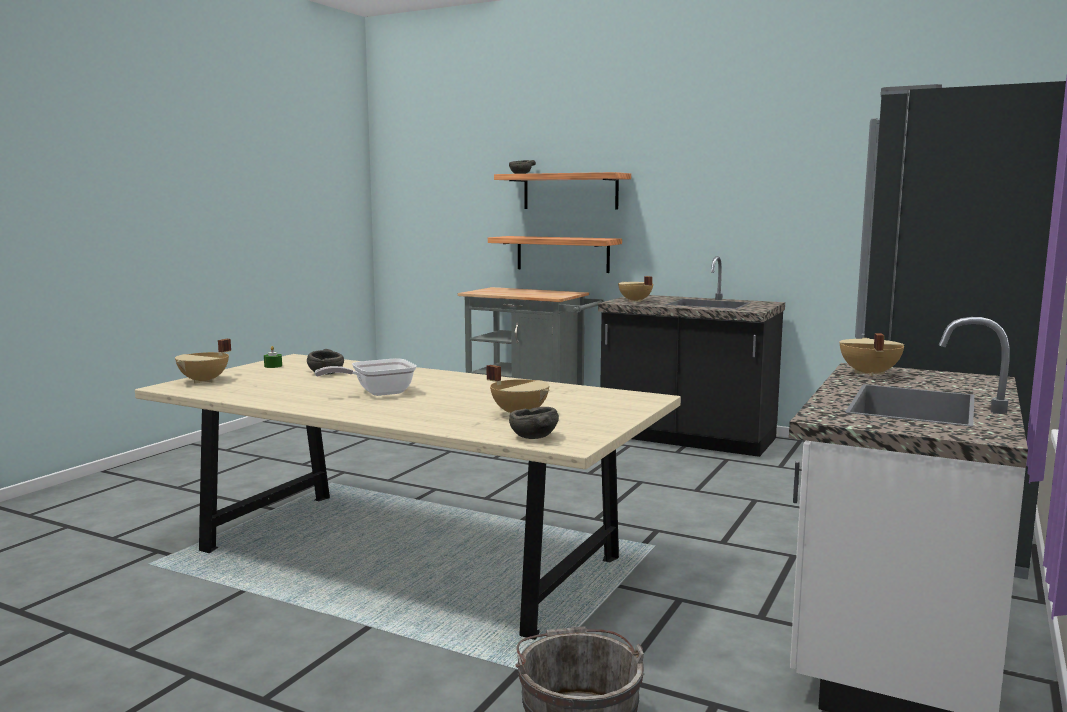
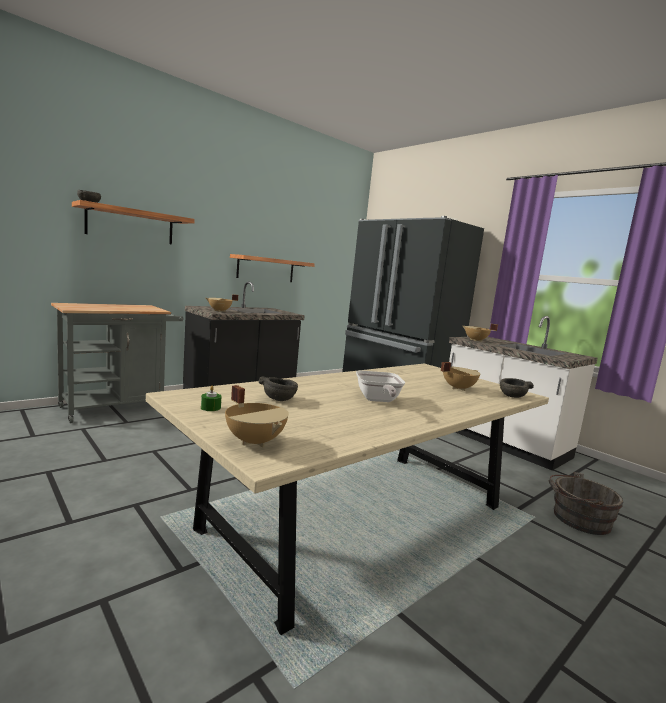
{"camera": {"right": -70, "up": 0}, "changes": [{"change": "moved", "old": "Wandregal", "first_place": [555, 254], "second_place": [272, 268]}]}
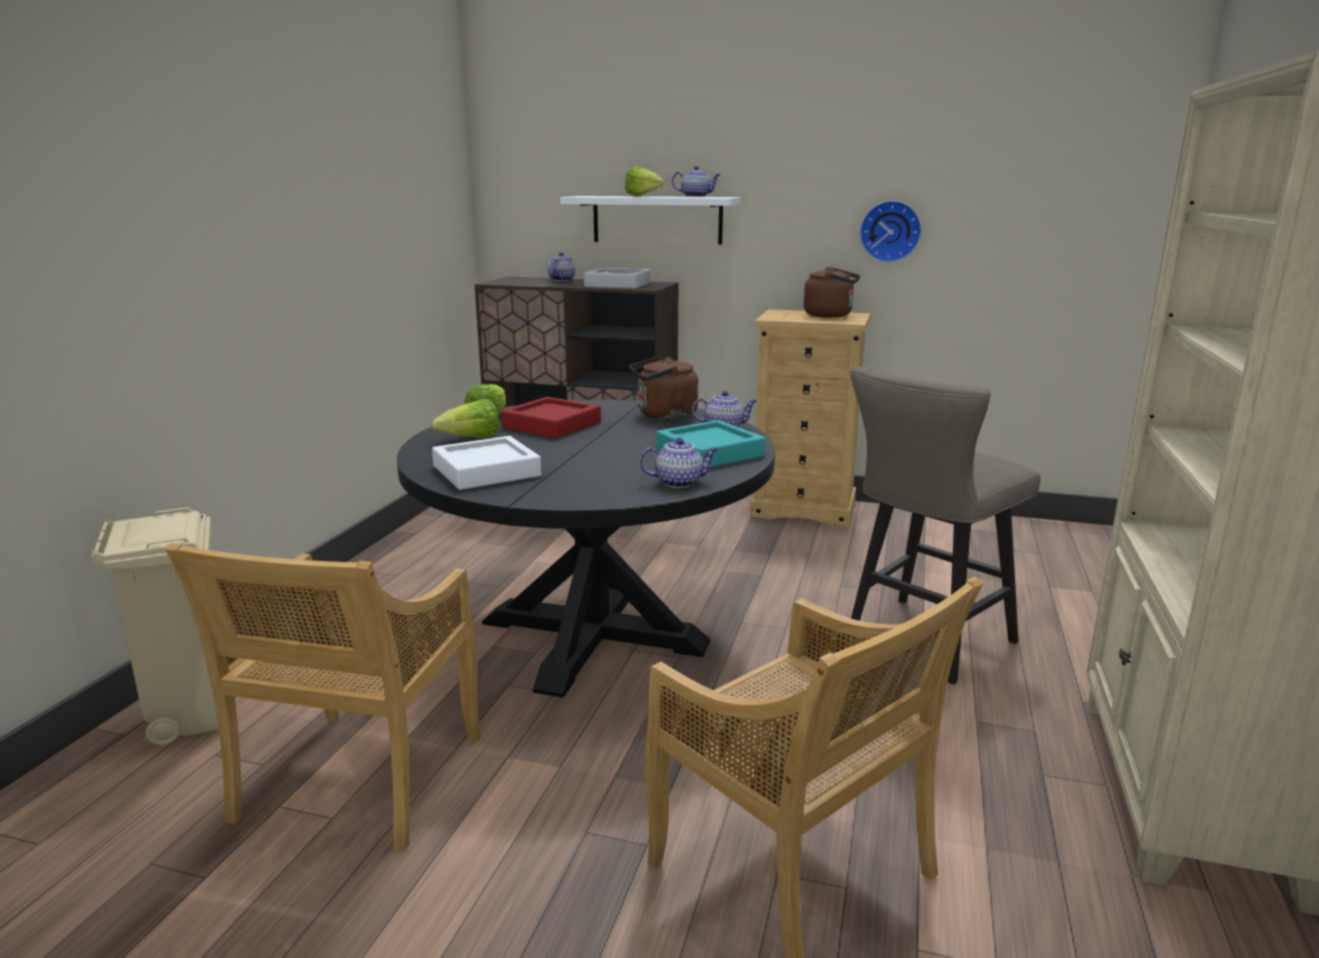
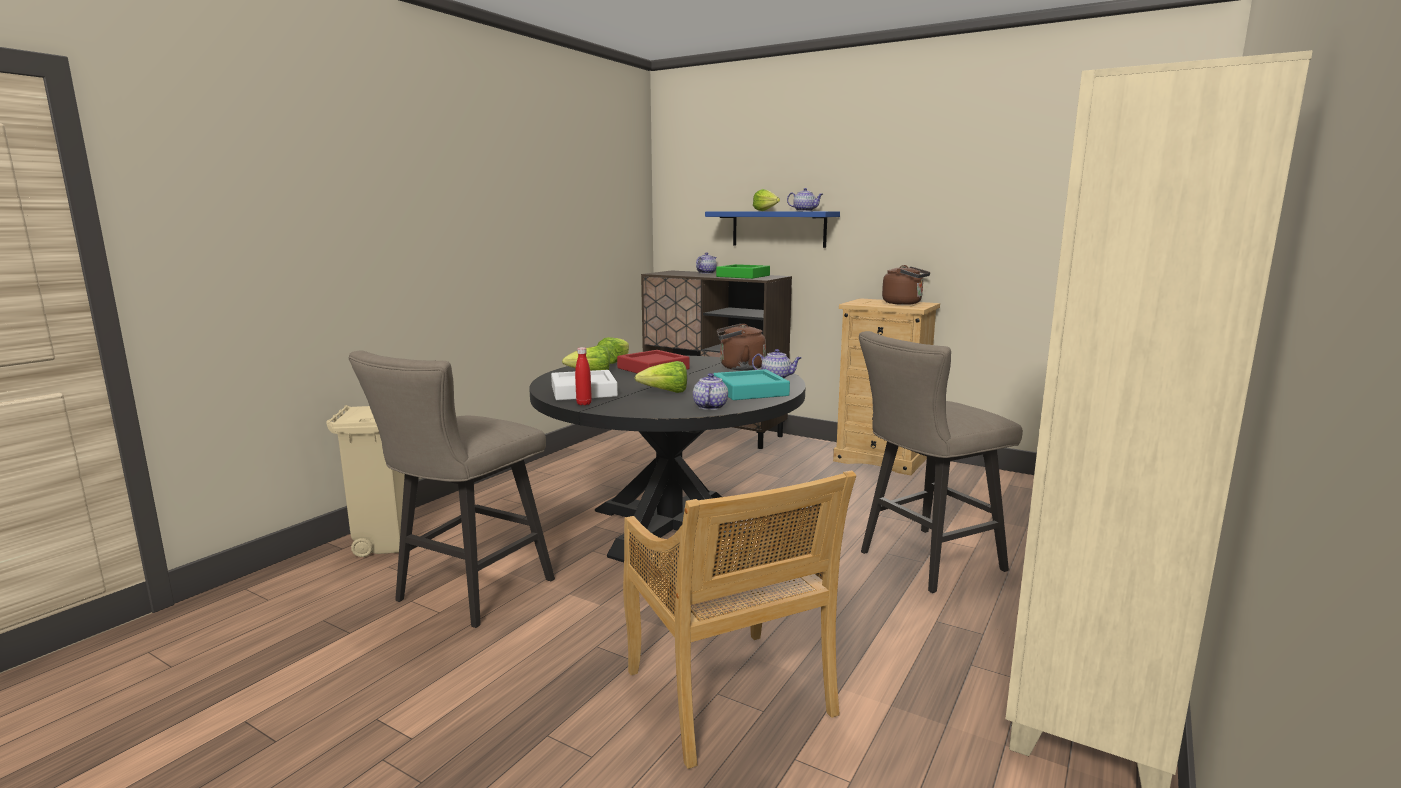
{"camera": {"right": 15, "up": -5}, "changes": [{"change": "removed", "old": "Wanduhr", "first_place": [891, 231]}, {"change": "added", "new": "Flasche (rot)", "second_place": [583, 376]}, {"change": "added", "new": "Salatkopf", "second_place": [661, 377]}, {"change": "replaced", "old": "Stuhl (beige)", "new": "Hocker (beige)", "first_place": [323, 697], "second_place": [452, 489]}, {"change": "recoloured", "old": "Wandregal (weiß)", "new": "Wandregal (blau)", "first_place": [650, 220], "second_place": [772, 229]}, {"change": "recoloured", "old": "Tablett (grau)", "new": "Tablett (grün)", "first_place": [617, 278], "second_place": [743, 271]}, {"change": "turned", "old": "Teekanne", "first_place": [679, 463], "second_place": [710, 391], "degrees": -90}]}
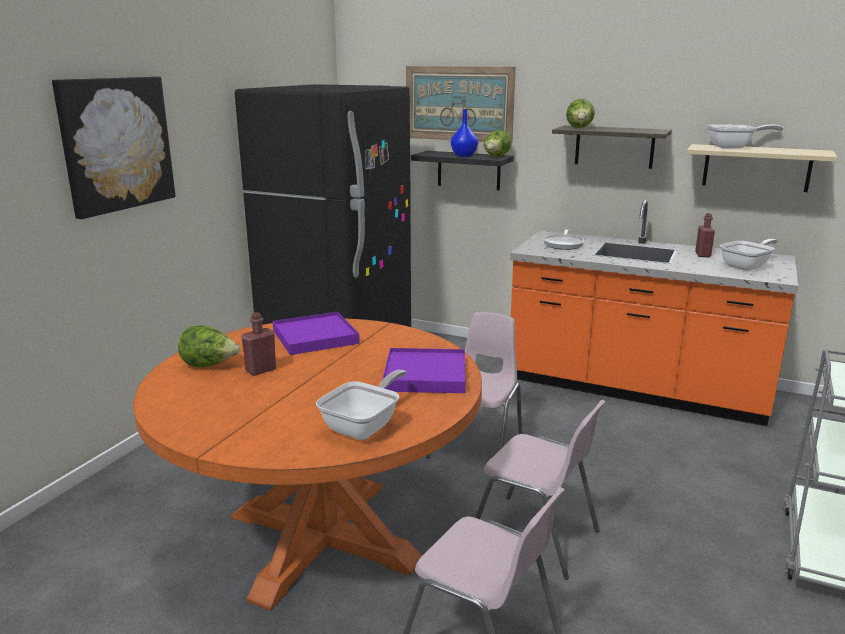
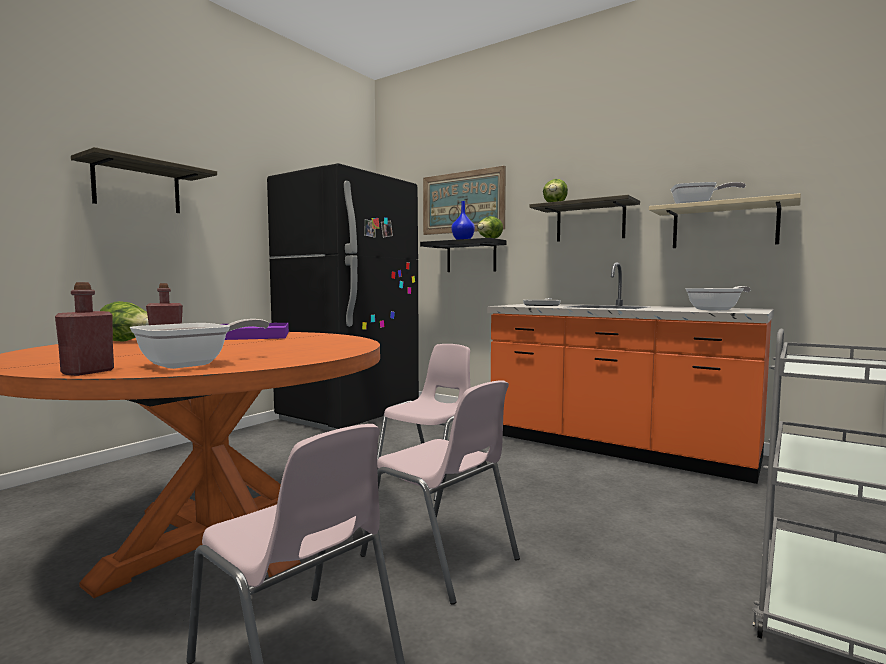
{"camera": {"right": 10, "up": -15}, "changes": [{"change": "removed", "old": "Tablett (lila)", "first_place": [424, 370]}, {"change": "moved", "old": "Flasche (rot)", "first_place": [705, 235], "second_place": [84, 329]}, {"change": "replaced", "old": "Bild", "new": "Wandregal", "first_place": [114, 148], "second_place": [144, 180]}]}
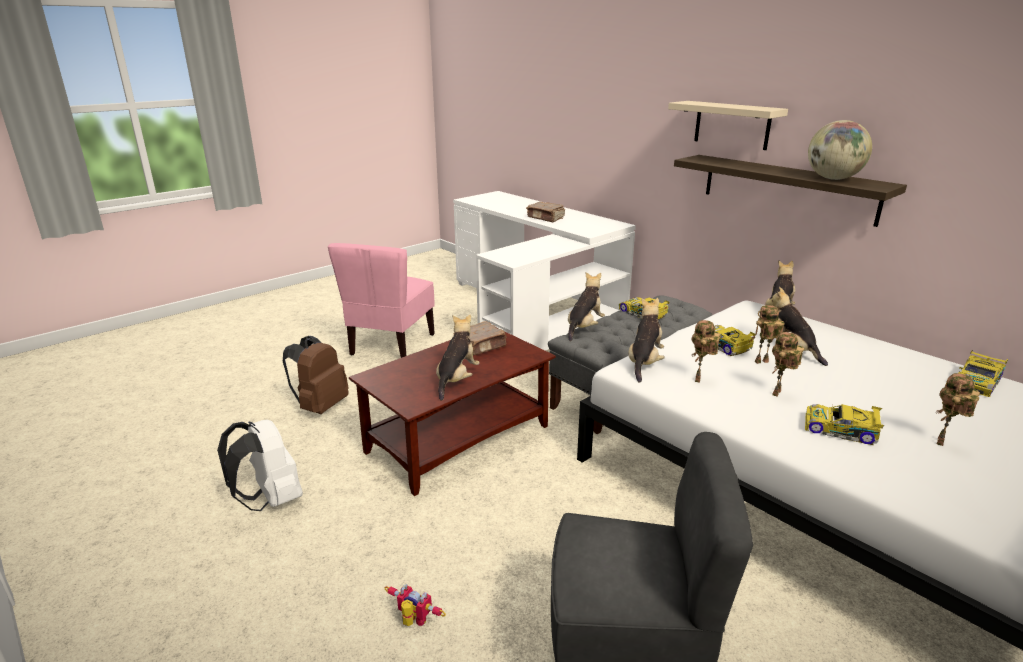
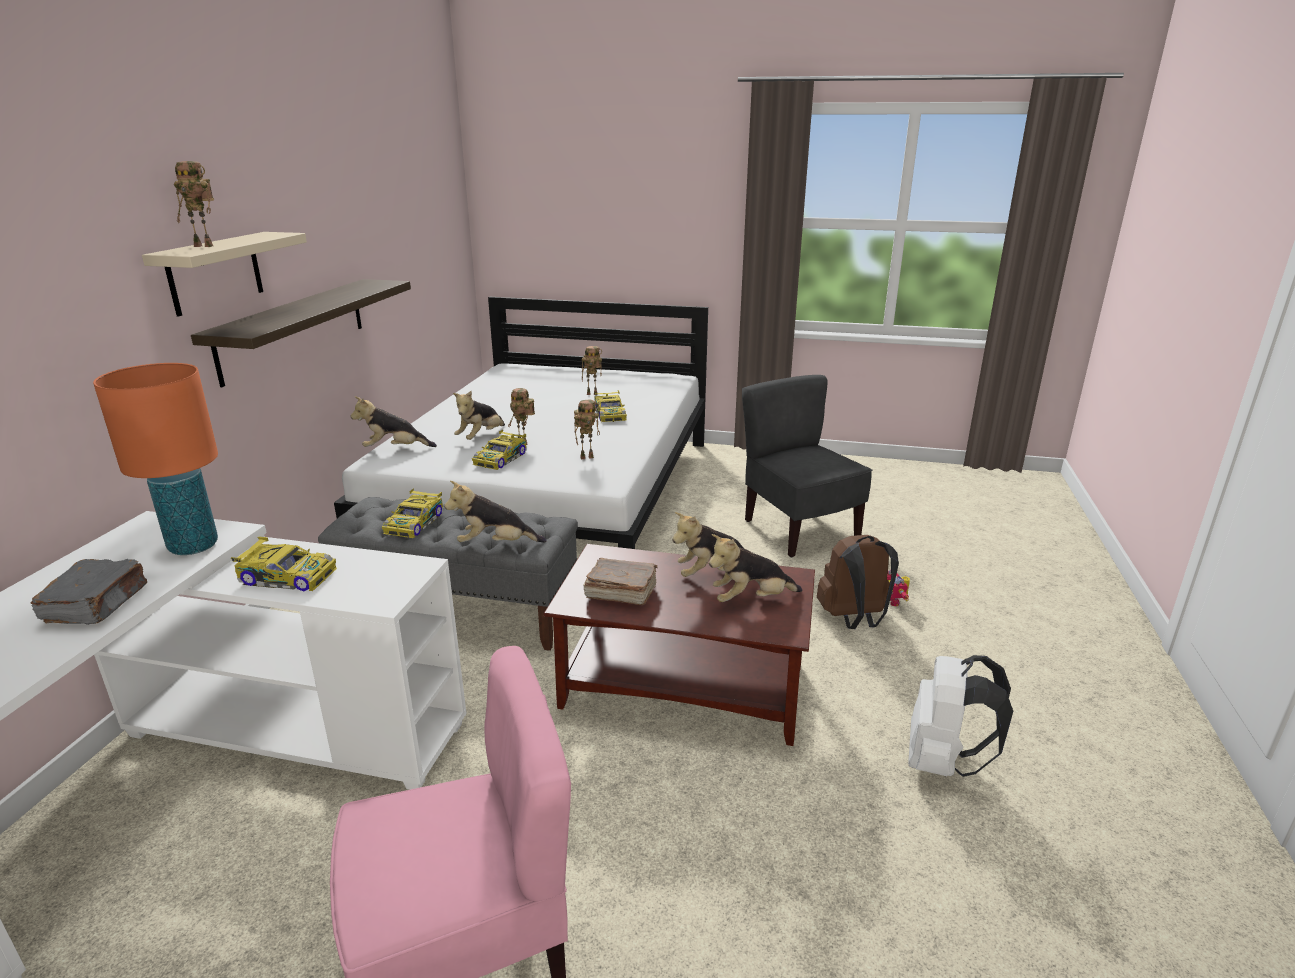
{"camera": {"right": -125, "up": 0}, "changes": [{"change": "removed", "old": "Globus", "first_place": [840, 150]}, {"change": "added", "new": "Tischlampe (orange)", "second_place": [155, 459]}, {"change": "moved", "old": "Rucksack (braun)", "first_place": [316, 375], "second_place": [858, 582]}, {"change": "moved", "old": "Plüschtier", "first_place": [646, 340], "second_place": [755, 568]}, {"change": "moved", "old": "Spielzeugroboter", "first_place": [788, 364], "second_place": [194, 204]}, {"change": "moved", "old": "Spielzeugauto", "first_place": [983, 373], "second_place": [284, 564]}, {"change": "recoloured", "old": "Buch (braun)", "new": "Buch (grau)", "first_place": [545, 212], "second_place": [88, 592]}]}
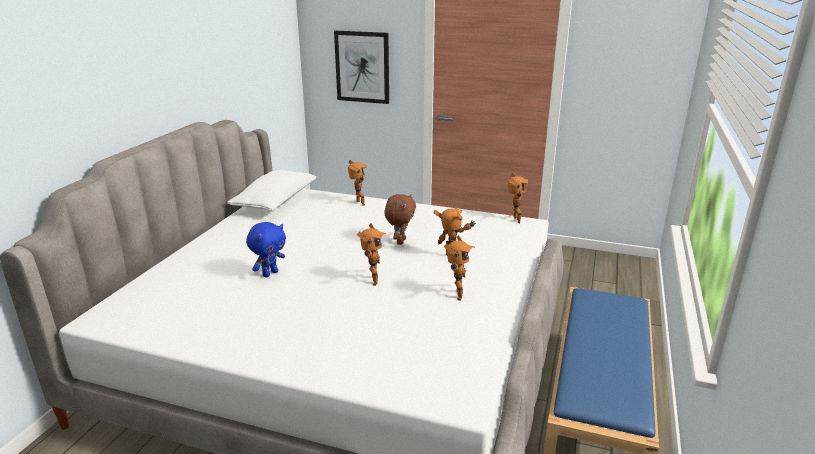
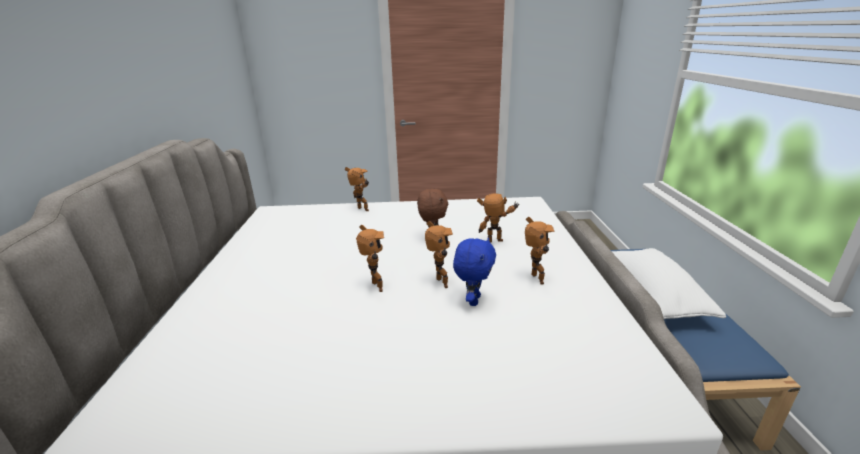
{"camera": {"right": -20, "up": 0}, "changes": [{"change": "removed", "old": "Bild", "first_place": [361, 67]}, {"change": "moved", "old": "Kissen (weiß)", "first_place": [271, 190], "second_place": [669, 283]}, {"change": "moved", "old": "Plüschtier (blau)", "first_place": [266, 250], "second_place": [474, 271]}, {"change": "moved", "old": "Spielzeugroboter", "first_place": [518, 198], "second_place": [370, 258]}]}
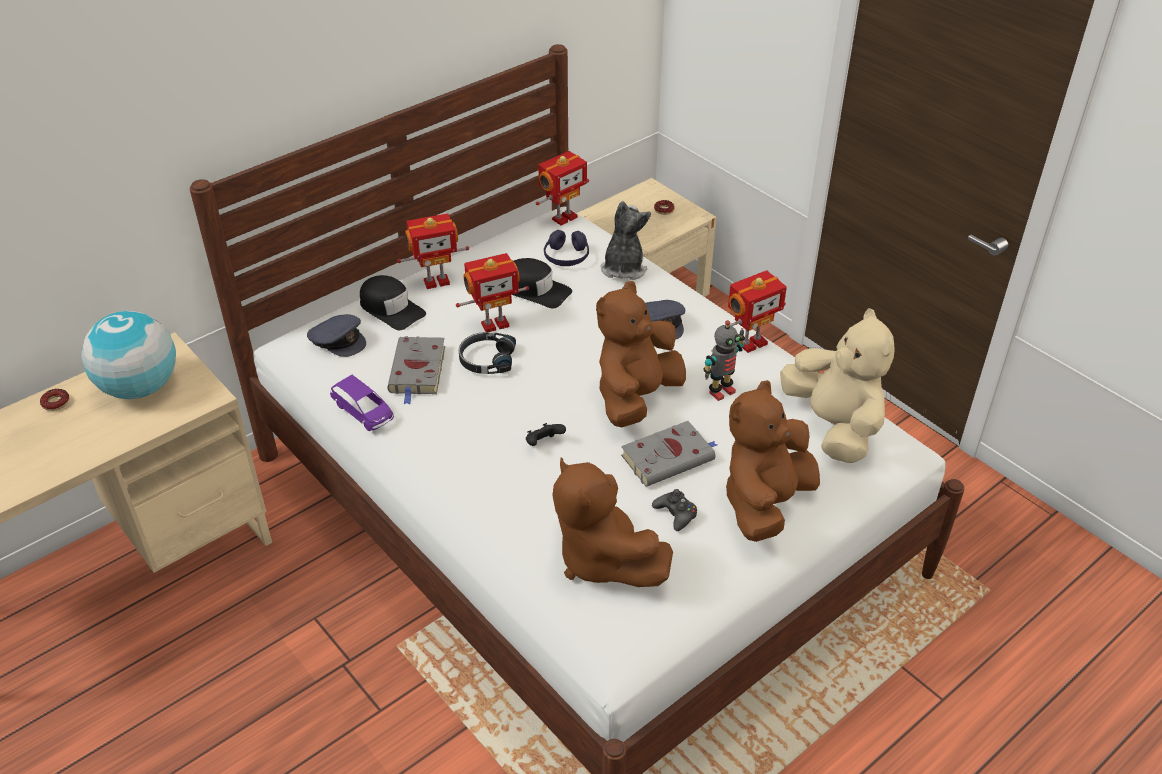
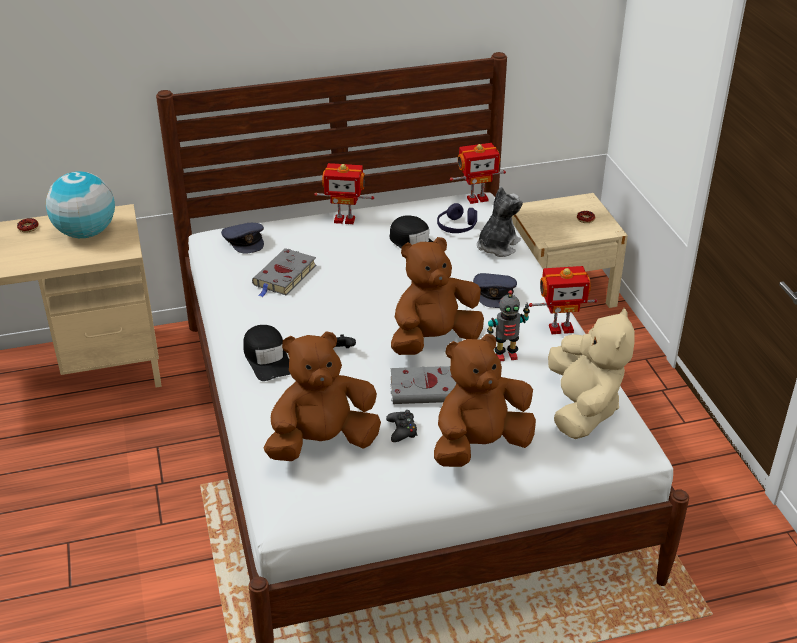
{"camera": {"right": 25, "up": -5}, "changes": [{"change": "removed", "old": "Spielzeugauto (lila)", "first_place": [362, 403]}, {"change": "removed", "old": "Spielzeugroboter", "first_place": [492, 292]}, {"change": "removed", "old": "Kopfhörer (schwarz)", "first_place": [487, 353]}, {"change": "moved", "old": "Kappe (schwarz)", "first_place": [393, 302], "second_place": [266, 353]}, {"change": "turned", "old": "Plüschtier (braun)", "first_place": [612, 522], "second_place": [322, 396], "degrees": 75}]}
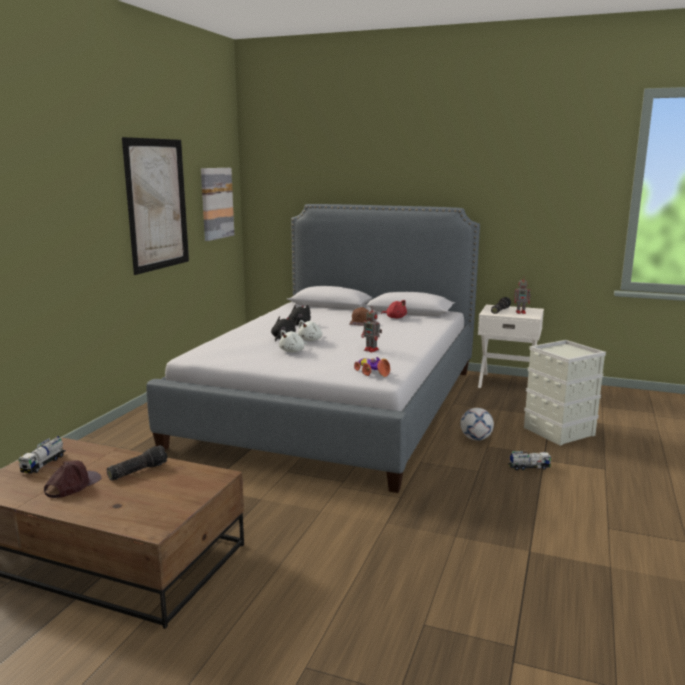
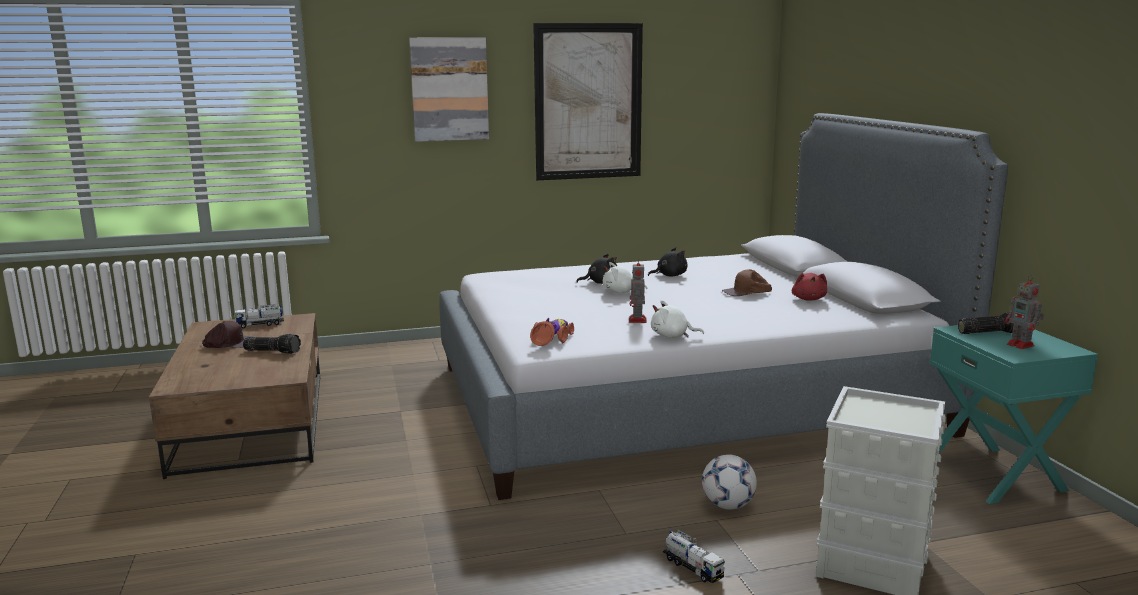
{"camera": {"right": 55, "up": 0}, "changes": [{"change": "moved", "old": "Bild", "first_place": [217, 204], "second_place": [449, 89]}, {"change": "moved", "old": "Plüschtier (weiß)", "first_place": [293, 341], "second_place": [677, 319]}, {"change": "recoloured", "old": "Nachttisch (weiß)", "new": "Nachttisch (türkis)", "first_place": [511, 346], "second_place": [1014, 414]}]}
